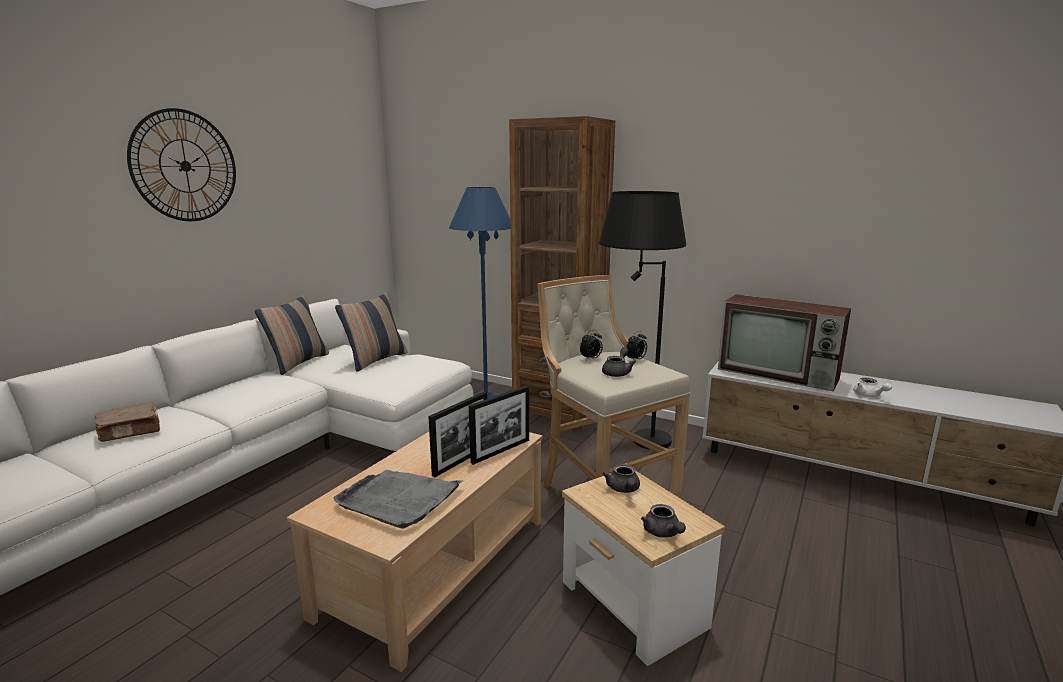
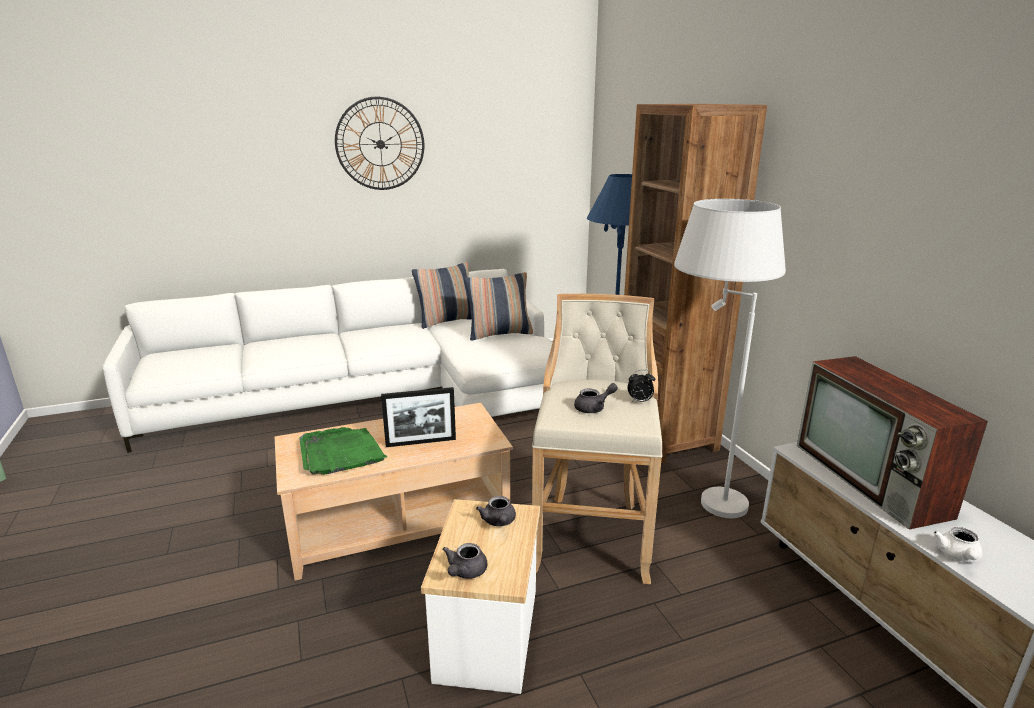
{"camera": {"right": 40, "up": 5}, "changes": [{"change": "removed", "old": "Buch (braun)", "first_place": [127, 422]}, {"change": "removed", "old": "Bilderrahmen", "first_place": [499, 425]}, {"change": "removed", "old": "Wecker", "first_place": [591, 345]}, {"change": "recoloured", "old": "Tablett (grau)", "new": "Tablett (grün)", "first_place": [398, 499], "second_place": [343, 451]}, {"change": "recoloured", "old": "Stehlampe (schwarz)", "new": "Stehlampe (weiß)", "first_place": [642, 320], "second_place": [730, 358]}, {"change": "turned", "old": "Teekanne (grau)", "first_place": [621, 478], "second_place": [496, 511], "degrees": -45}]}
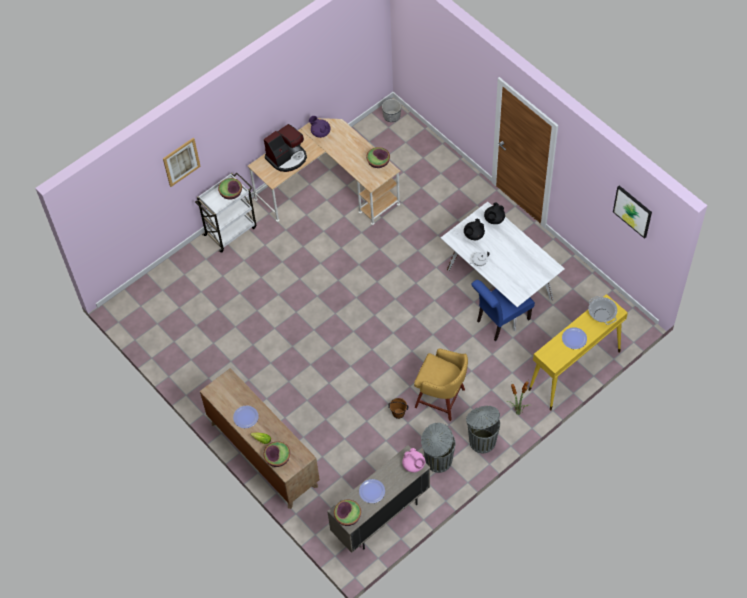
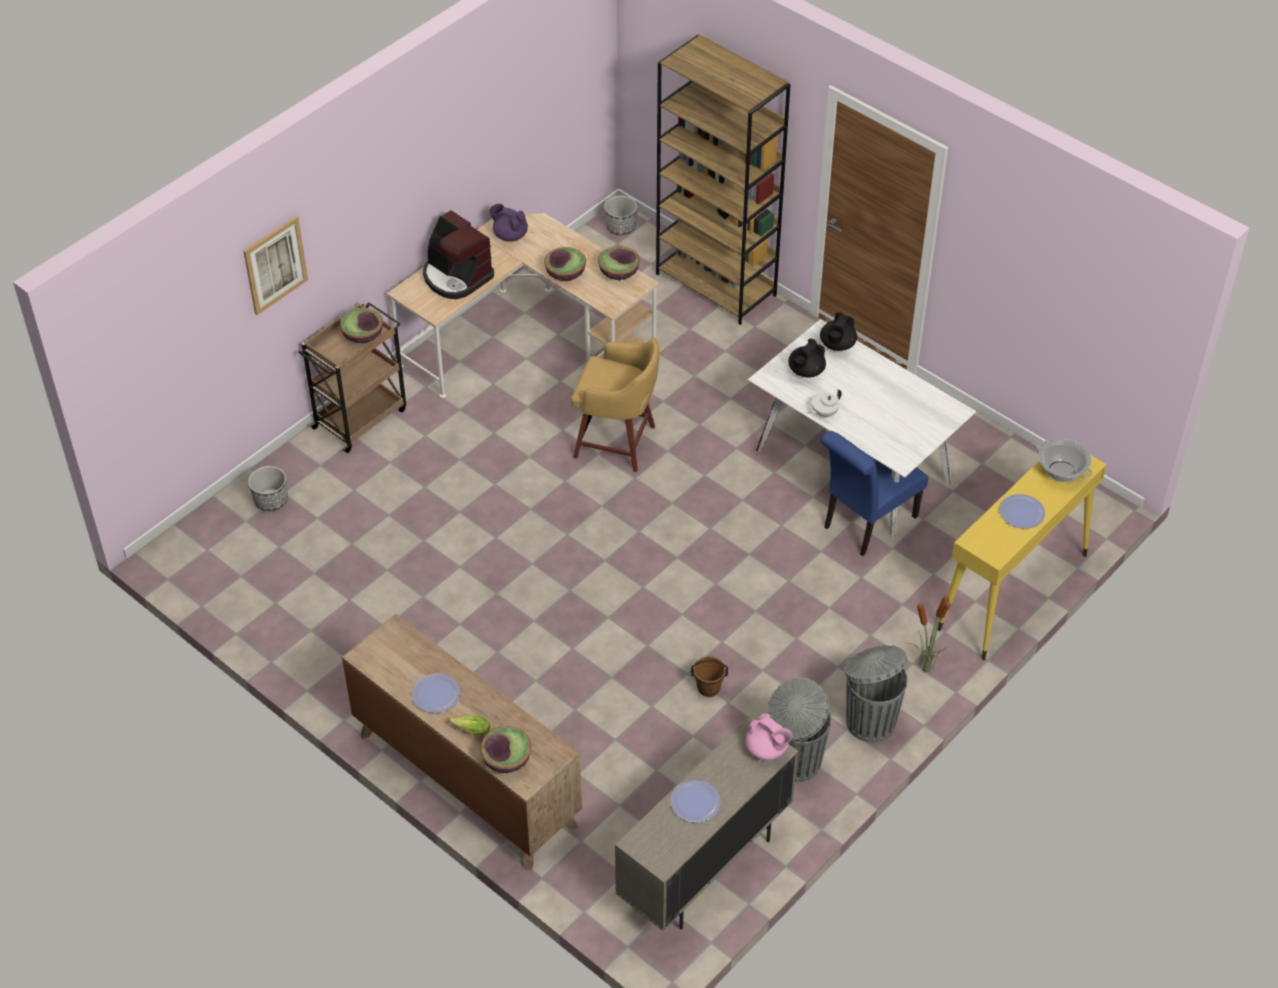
{"camera": {"right": -10, "up": -10}, "changes": [{"change": "removed", "old": "Bild", "first_place": [632, 212]}, {"change": "added", "new": "Pflanzkübel", "second_place": [268, 488]}, {"change": "added", "new": "Bücherregal (braun)", "second_place": [723, 180]}, {"change": "moved", "old": "Schüssel", "first_place": [347, 513], "second_place": [565, 264]}, {"change": "moved", "old": "Hocker (gelb)", "first_place": [441, 385], "second_place": [615, 405]}, {"change": "recoloured", "old": "Rollwagen (weiß)", "new": "Rollwagen (braun)", "first_place": [225, 212], "second_place": [352, 377]}, {"change": "turned", "old": "Kaffeemaschine", "first_place": [285, 148], "second_place": [458, 254], "degrees": 90}]}
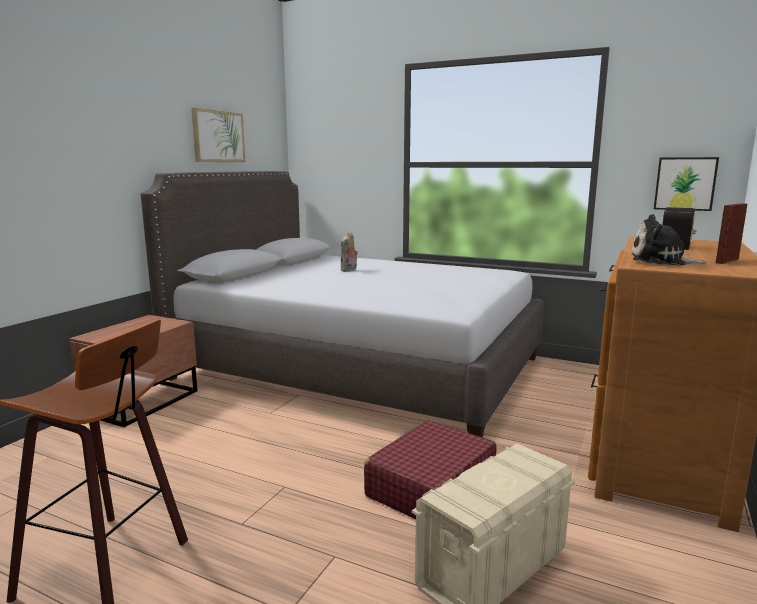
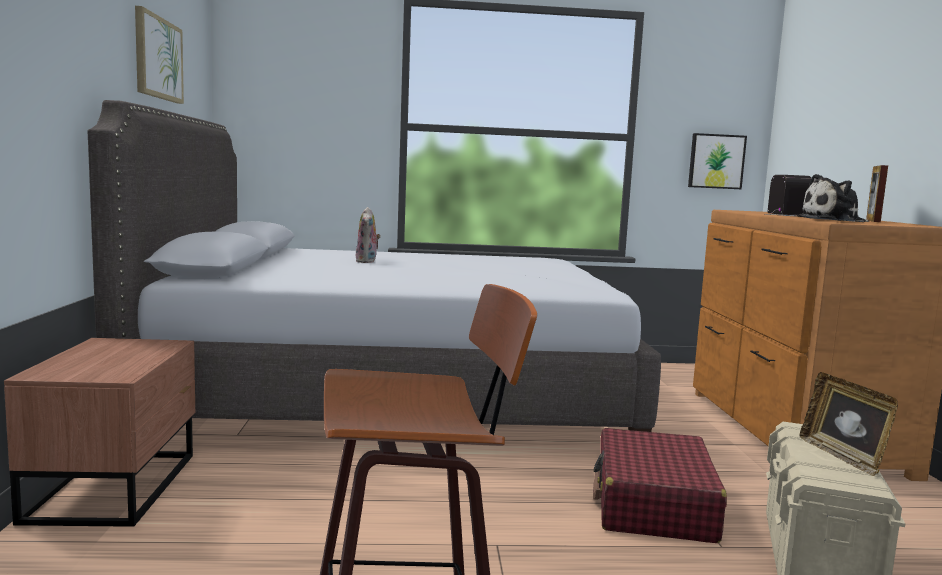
{"camera": {"right": -30, "up": -5}, "changes": [{"change": "added", "new": "Bilderrahmen", "second_place": [849, 424]}]}
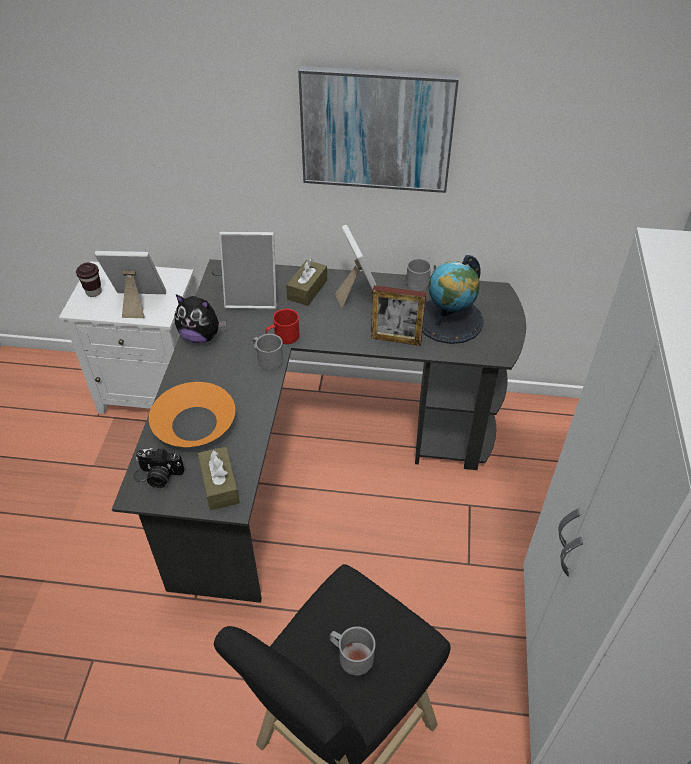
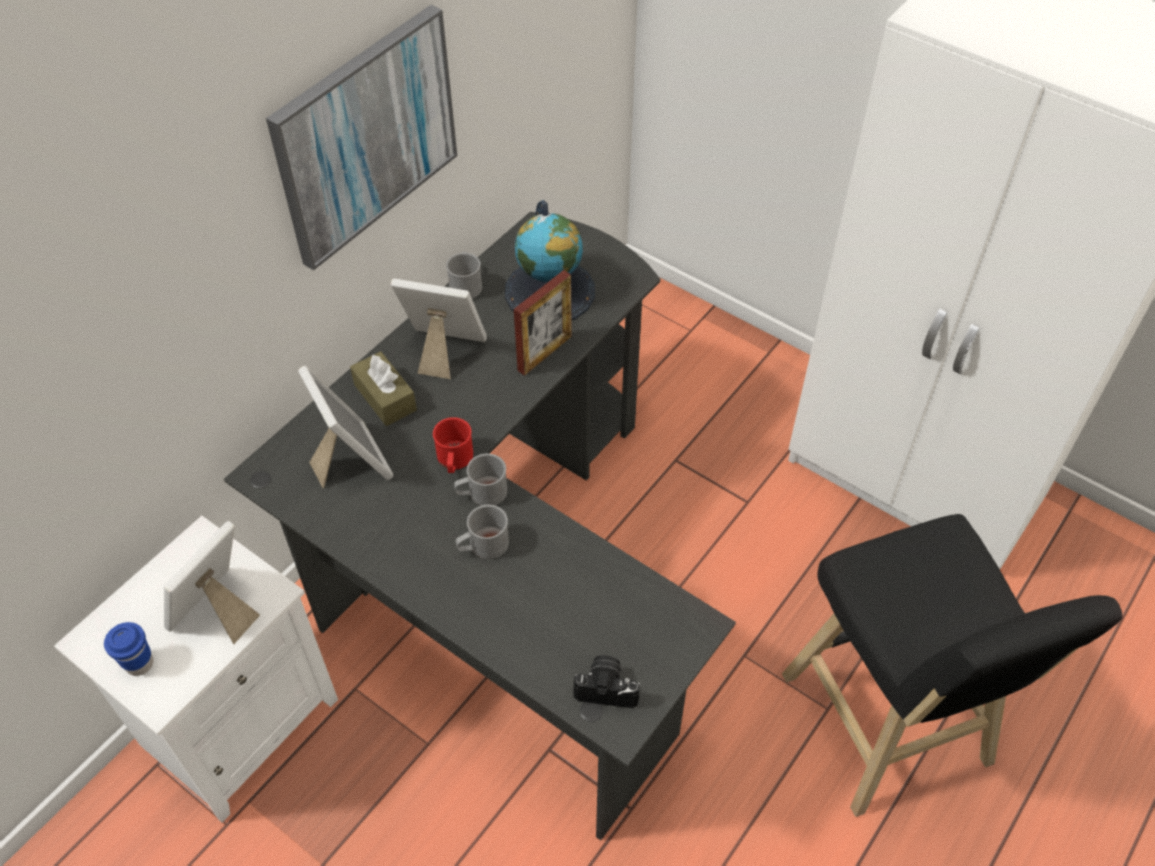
{"camera": {"right": -60, "up": 5}, "changes": [{"change": "removed", "old": "Schüssel (orange)", "first_place": [192, 414]}, {"change": "removed", "old": "Plüschtier", "first_place": [200, 318]}, {"change": "removed", "old": "Taschentuchbox (braun)", "first_place": [219, 478]}, {"change": "moved", "old": "Henkelbecher (grau)", "first_place": [352, 651], "second_place": [482, 532]}, {"change": "recoloured", "old": "Tasse (braun)", "new": "Tasse (blau)", "first_place": [89, 279], "second_place": [128, 649]}, {"change": "turned", "old": "Kamera", "first_place": [160, 468], "second_place": [607, 681], "degrees": -120}, {"change": "turned", "old": "Bilderrahmen", "first_place": [248, 270], "second_place": [345, 427], "degrees": -60}]}
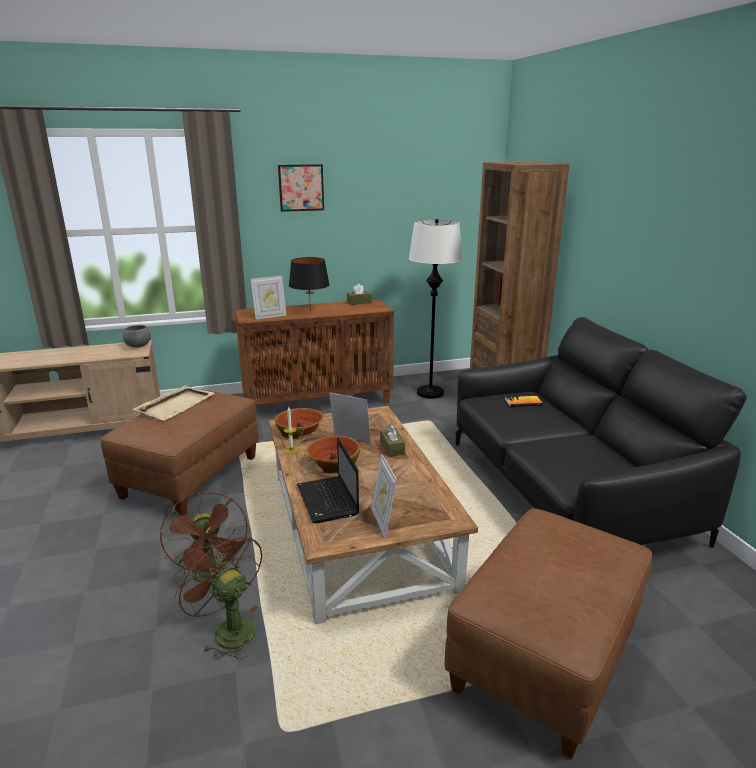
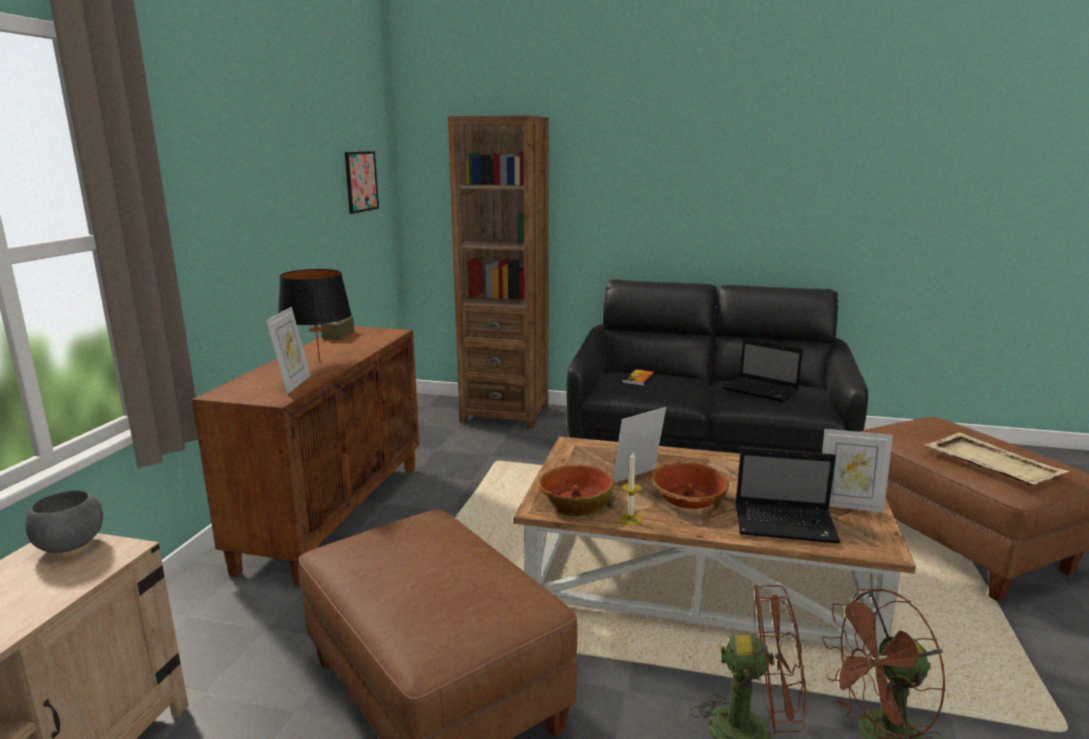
{"camera": {"right": -60, "up": -5}, "changes": [{"change": "removed", "old": "Taschentuchbox (braun)", "first_place": [392, 440]}, {"change": "removed", "old": "Stehlampe (weiß)", "first_place": [436, 309]}, {"change": "added", "new": "Laptop", "second_place": [763, 370]}, {"change": "moved", "old": "Tablett (beige)", "first_place": [174, 403], "second_place": [996, 459]}, {"change": "moved", "old": "Bild", "first_place": [301, 188], "second_place": [362, 182]}]}
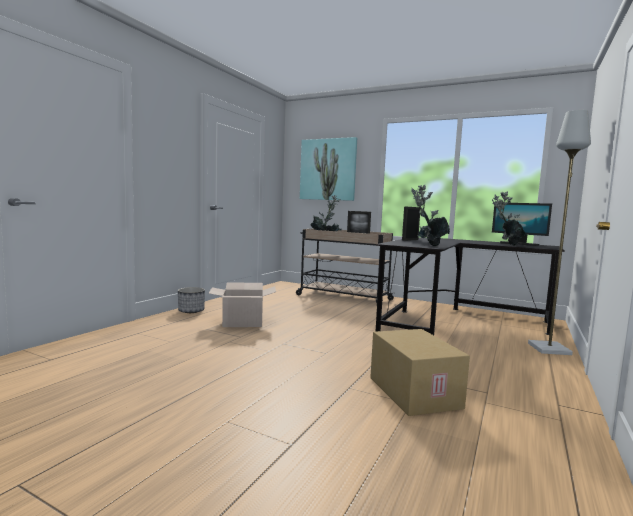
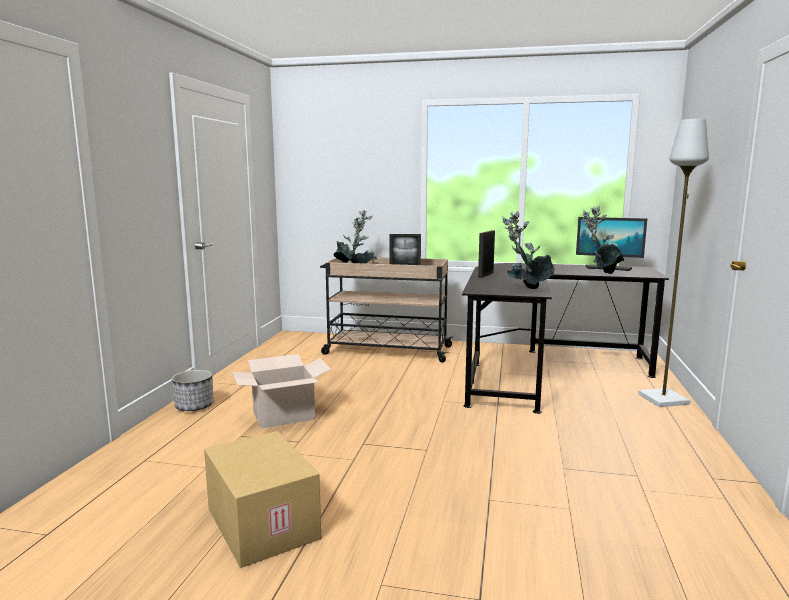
{"camera": {"right": -15, "up": 5}, "changes": [{"change": "removed", "old": "Bild", "first_place": [328, 169]}, {"change": "moved", "old": "Karton", "first_place": [420, 372], "second_place": [262, 499]}]}
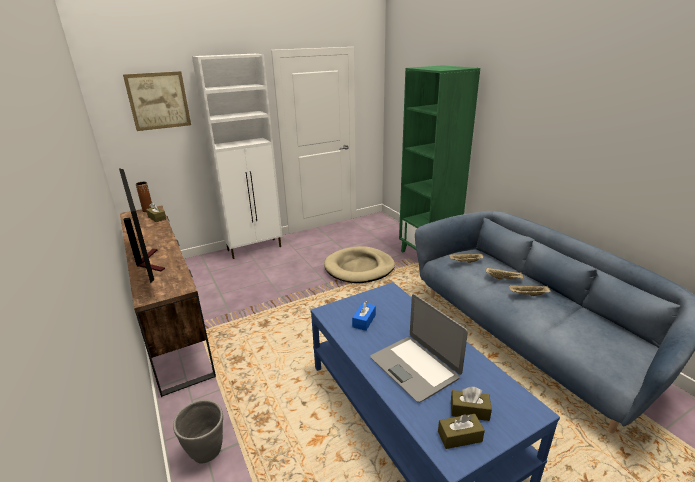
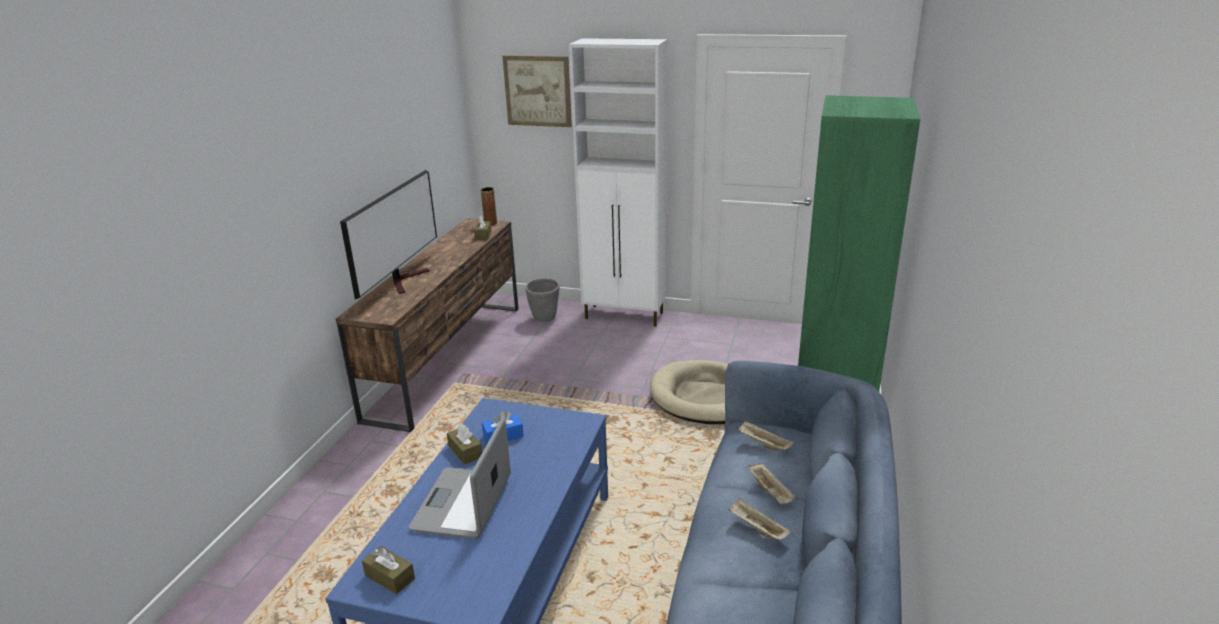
{"camera": {"right": 45, "up": 0}, "changes": [{"change": "moved", "old": "Pflanzkübel (grau)", "first_place": [198, 431], "second_place": [542, 300]}, {"change": "moved", "old": "Taschentuchbox (braun)", "first_place": [471, 404], "second_place": [464, 444]}]}
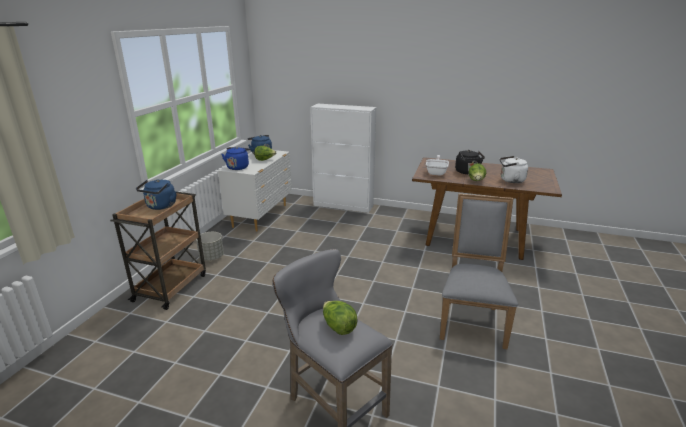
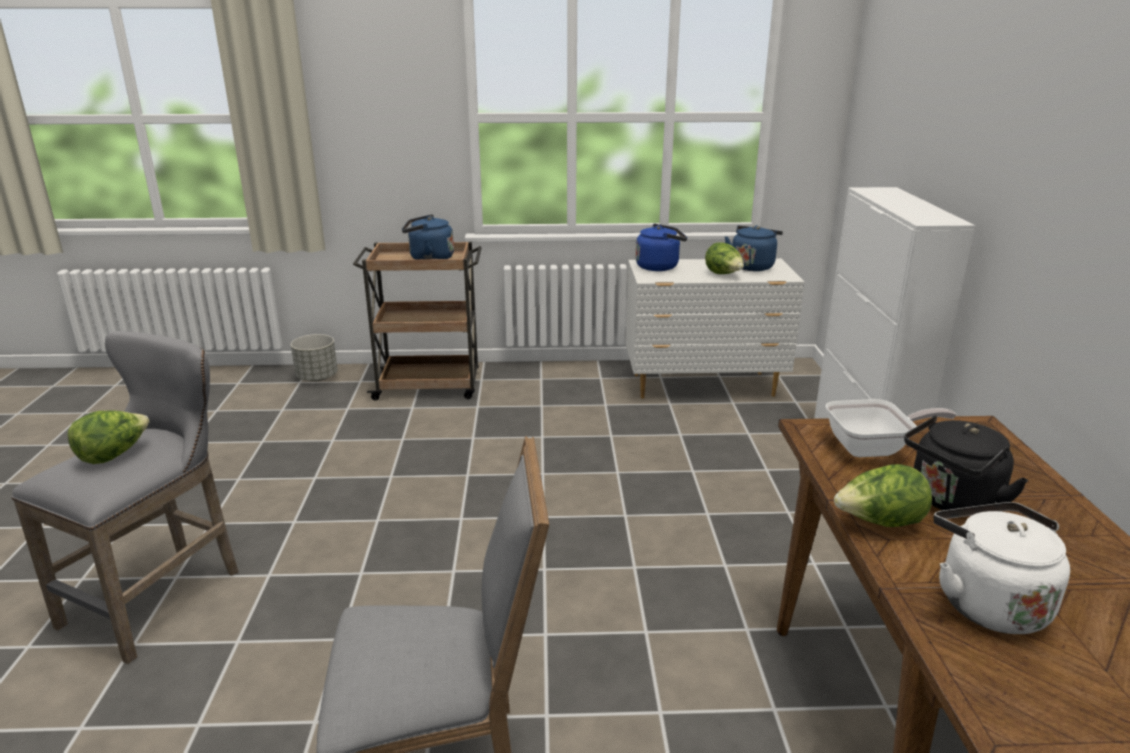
{"camera": {"right": 70, "up": 0}, "changes": [{"change": "moved", "old": "Pflanzkübel (grau)", "first_place": [210, 246], "second_place": [314, 358]}]}
